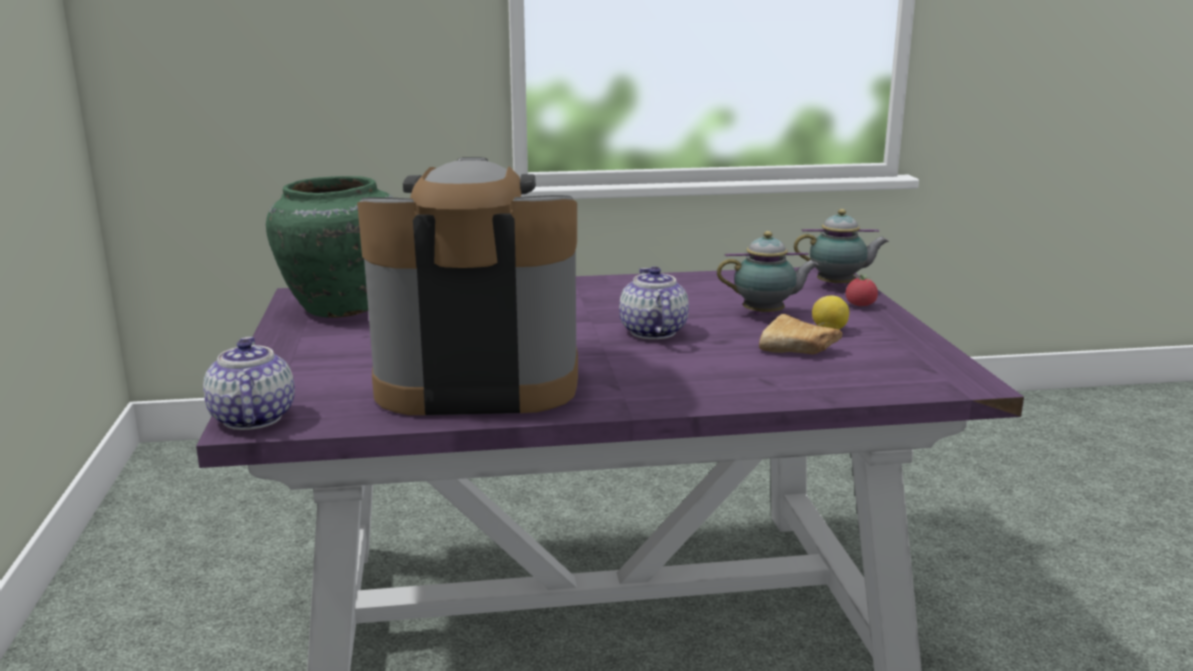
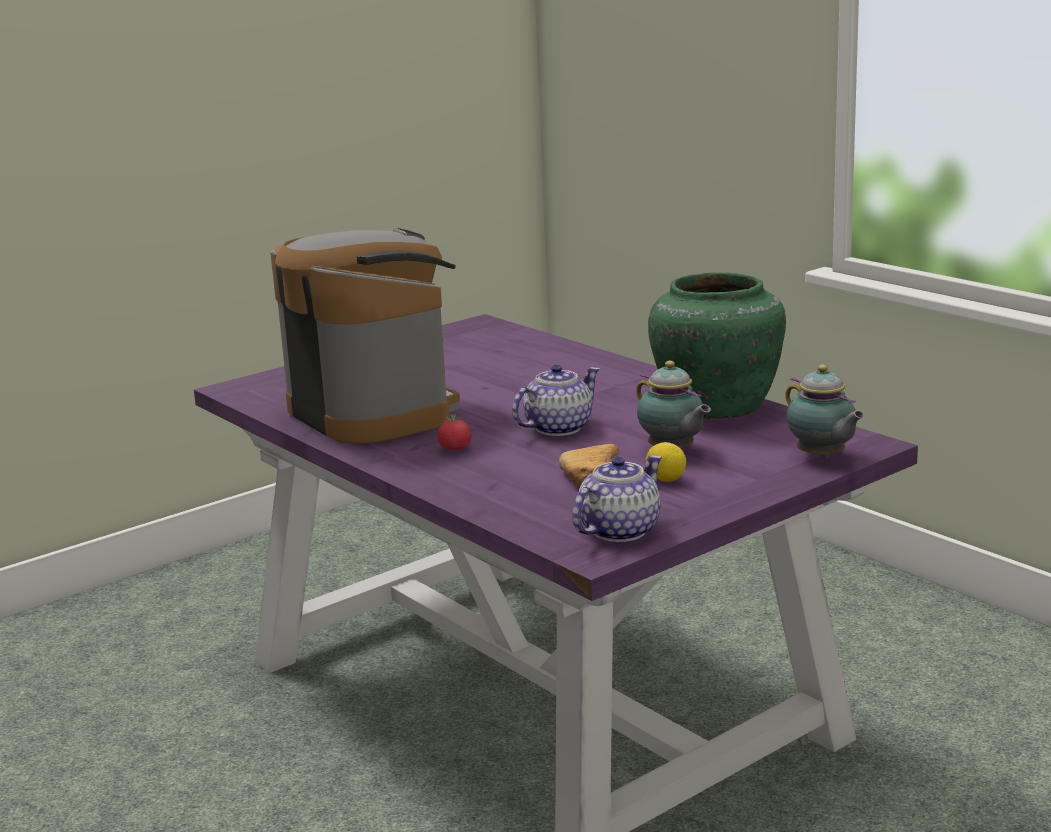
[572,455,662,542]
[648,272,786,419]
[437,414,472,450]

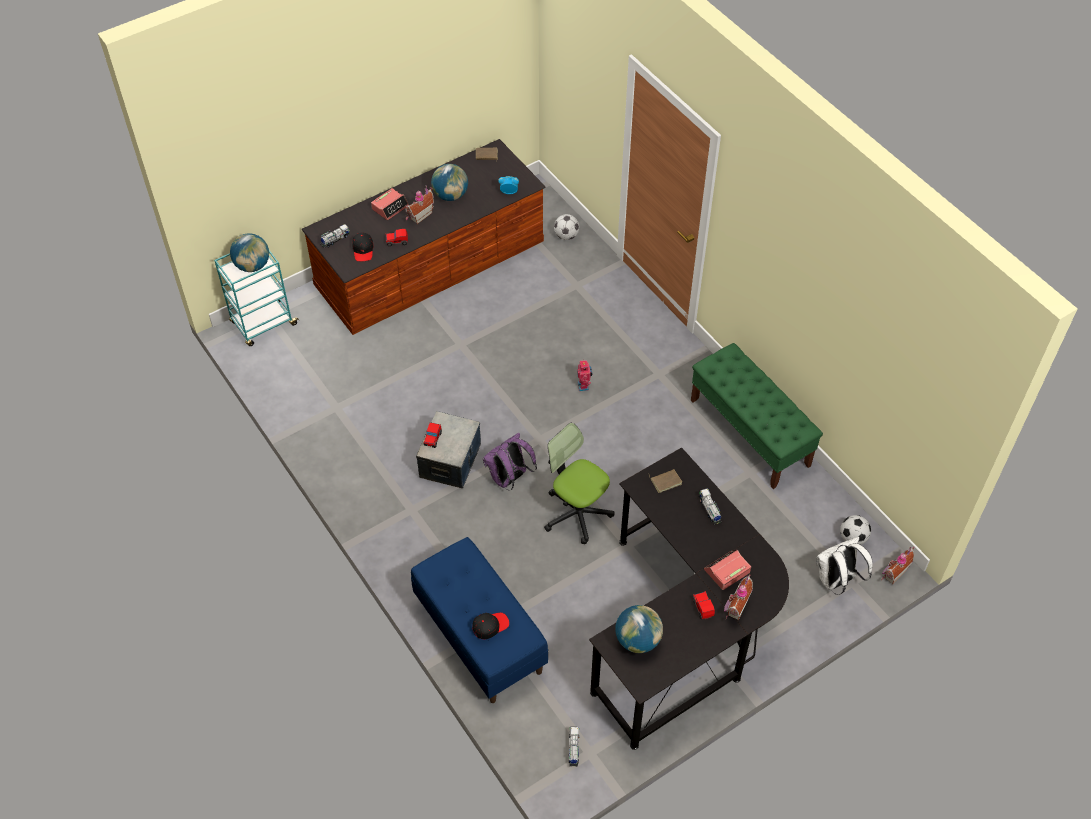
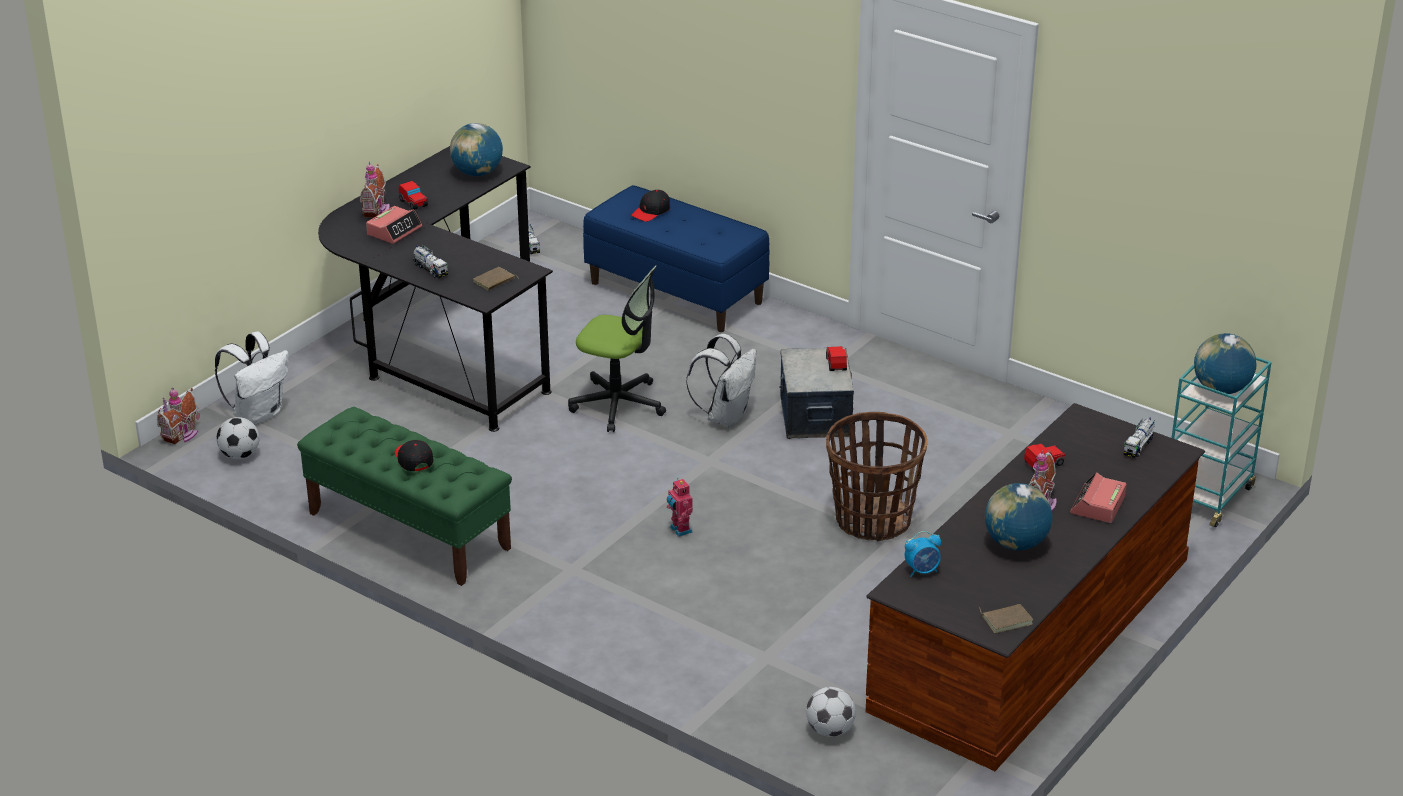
[826,412,927,541]
[395,440,434,471]
[686,334,756,427]

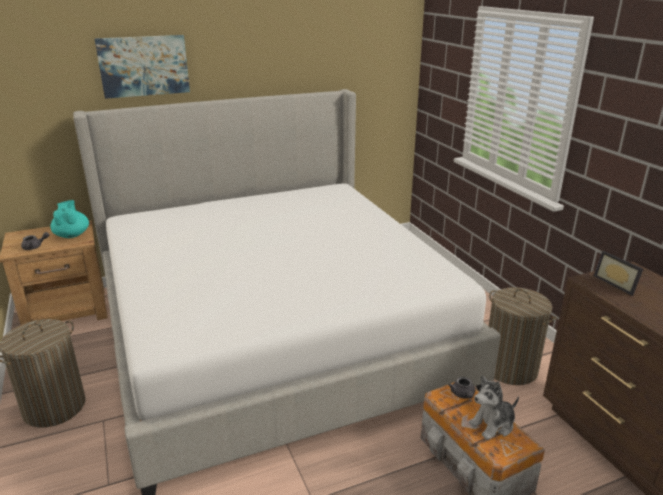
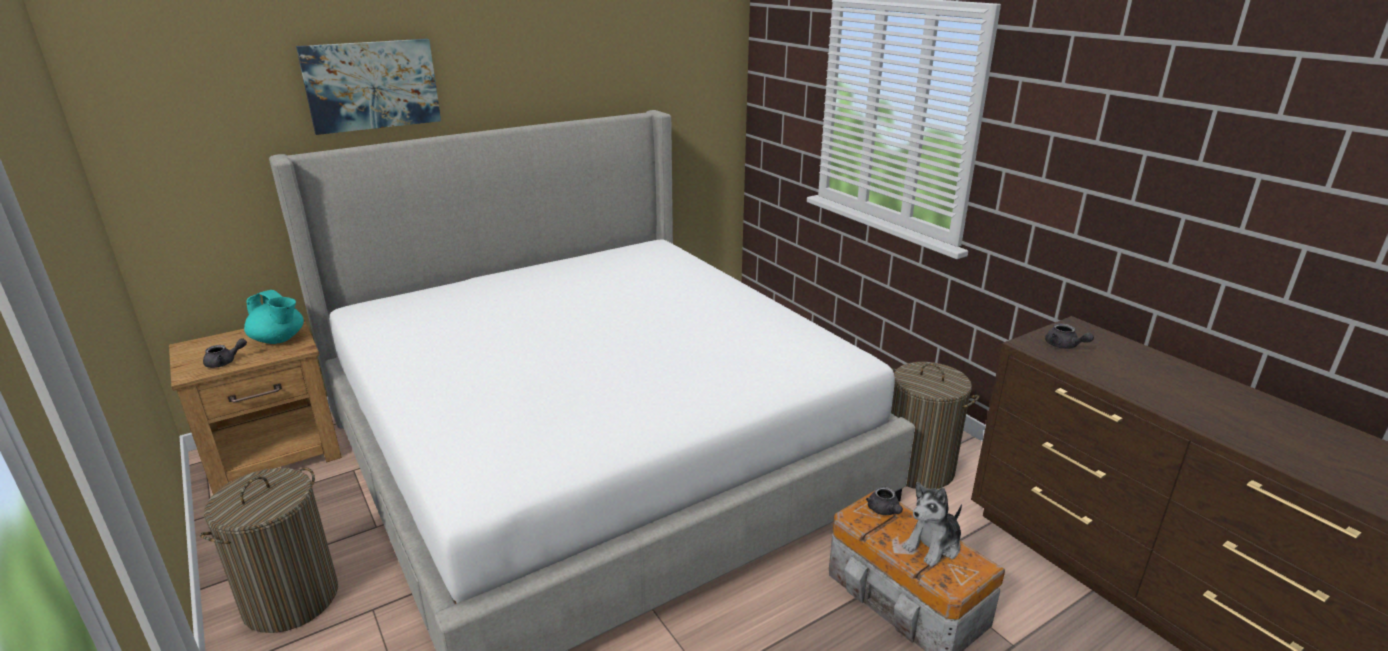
[1045,323,1094,349]
[244,290,304,344]

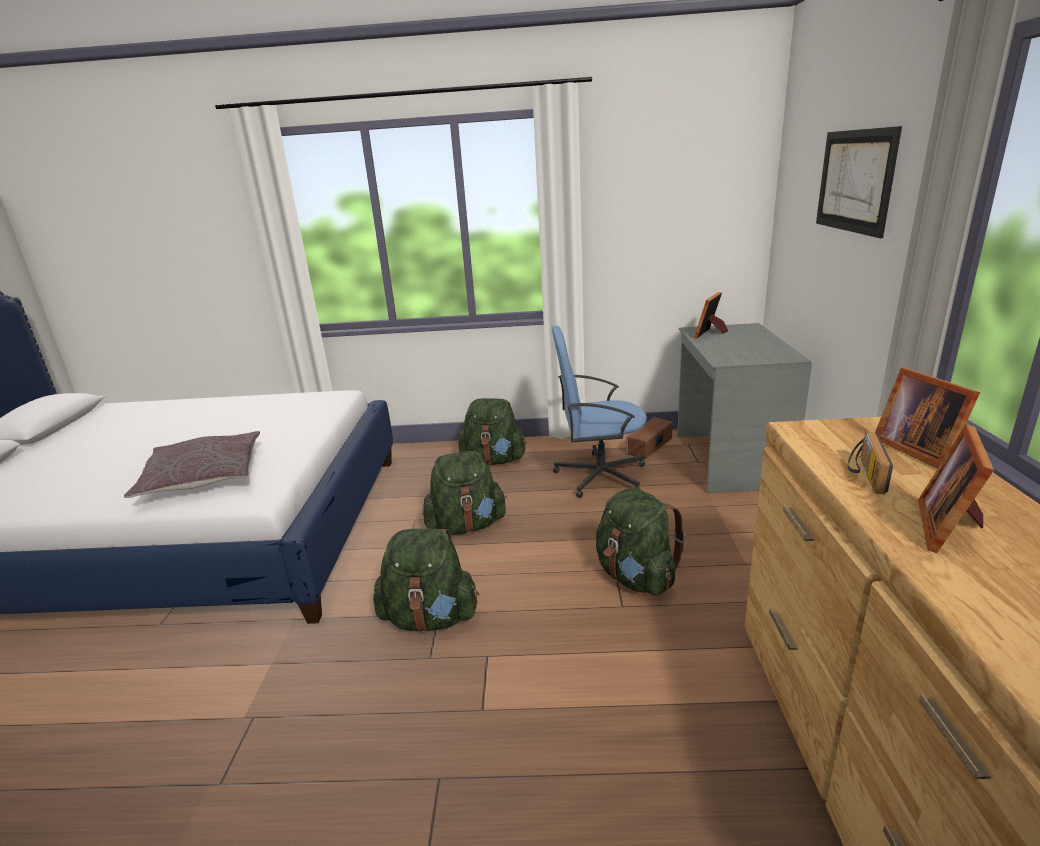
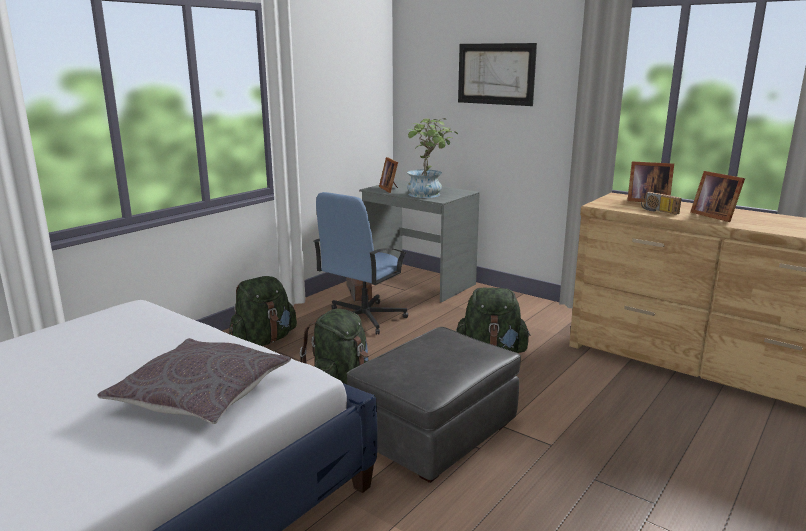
[407,118,458,198]
[346,327,521,483]

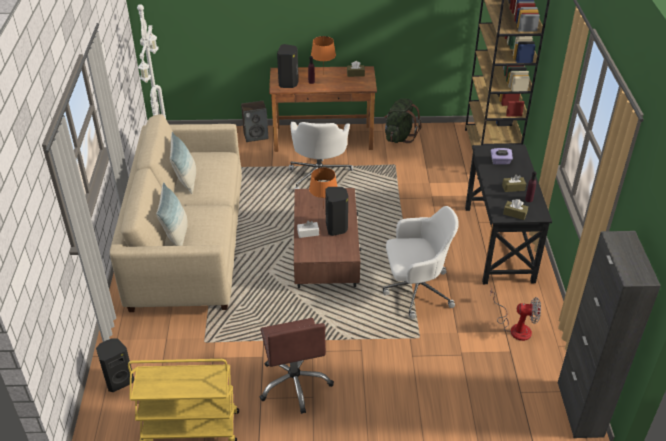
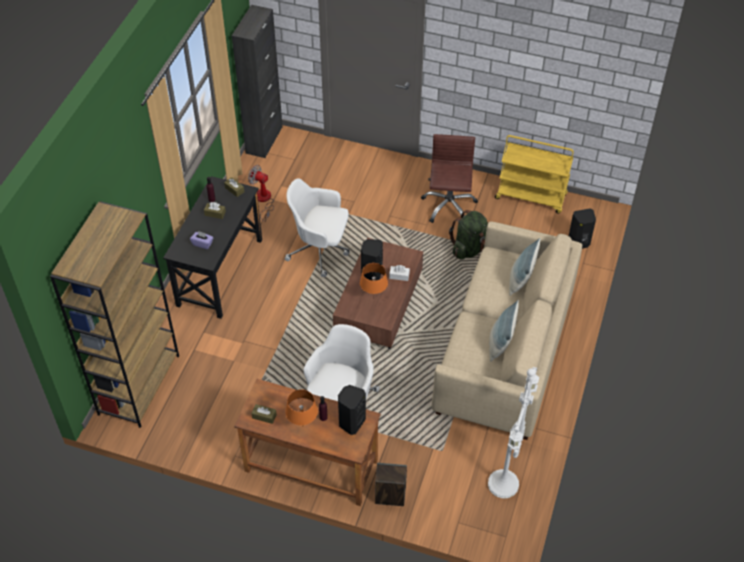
[449,210,488,260]

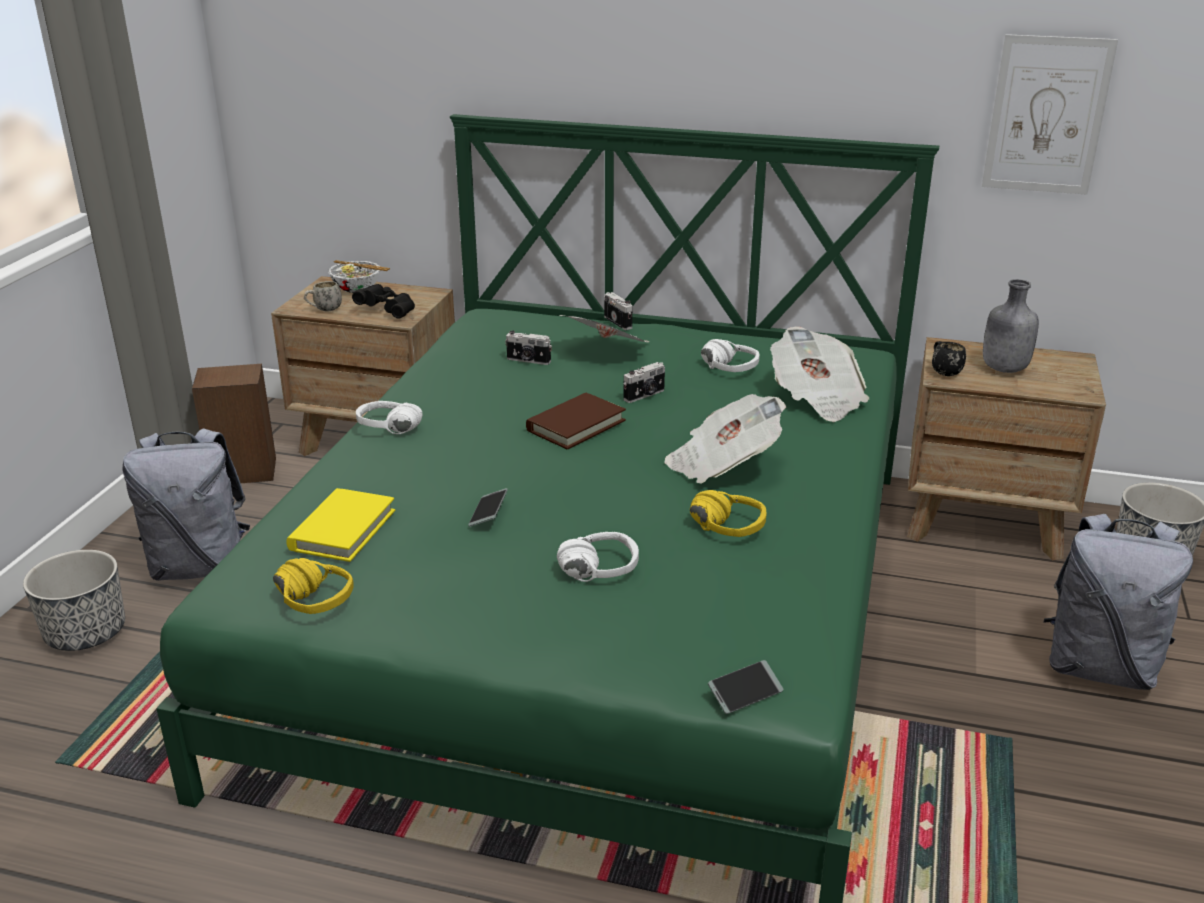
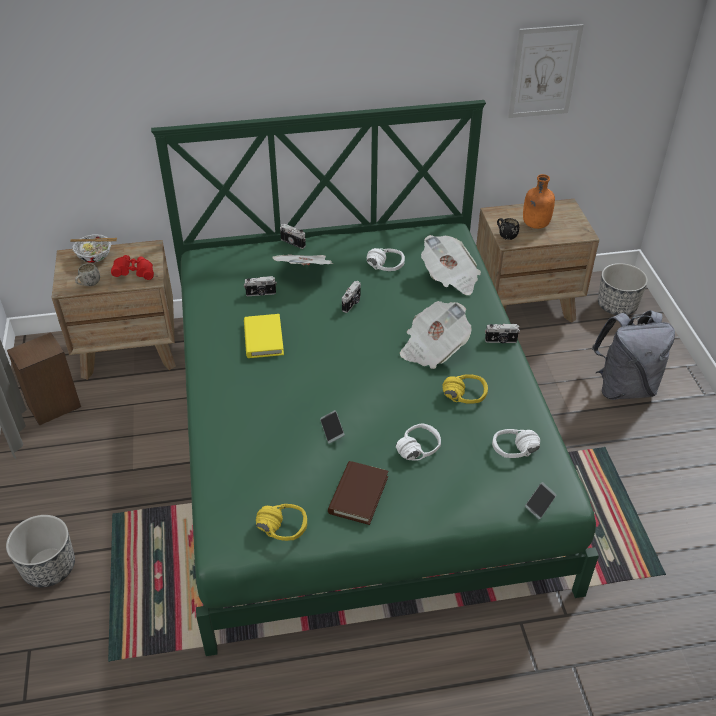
[122,428,250,581] (first image)
[485,324,520,343]
[244,314,284,358]
[492,429,540,458]
[328,461,388,525]
[111,255,154,280]
[523,174,555,229]

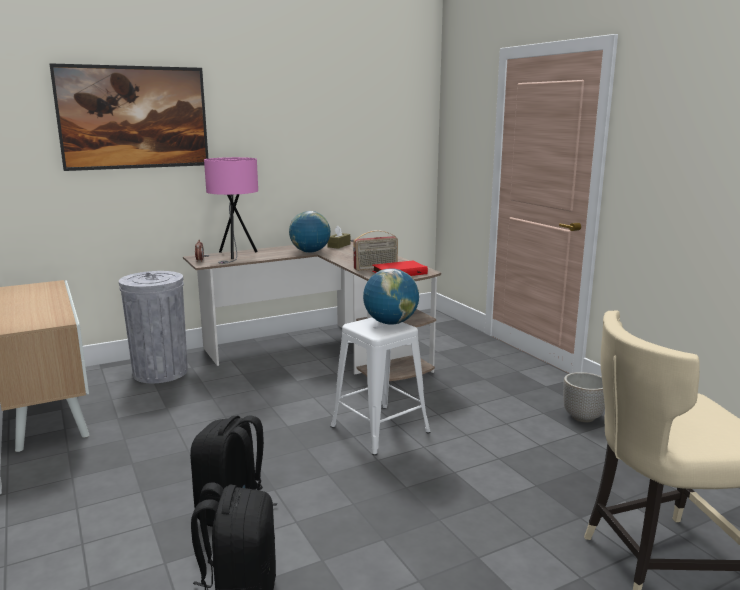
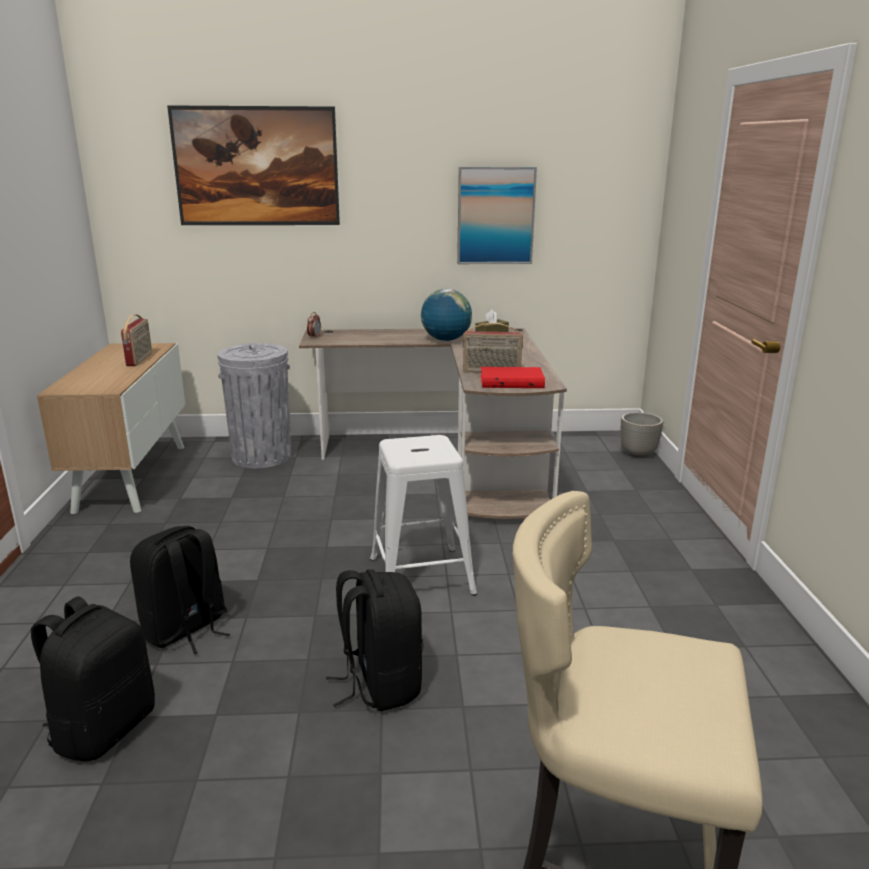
[204,157,258,264] (first image)
[363,268,419,325] (first image)
[121,314,152,366]
[326,569,423,711]
[457,167,537,264]
[620,412,663,458]

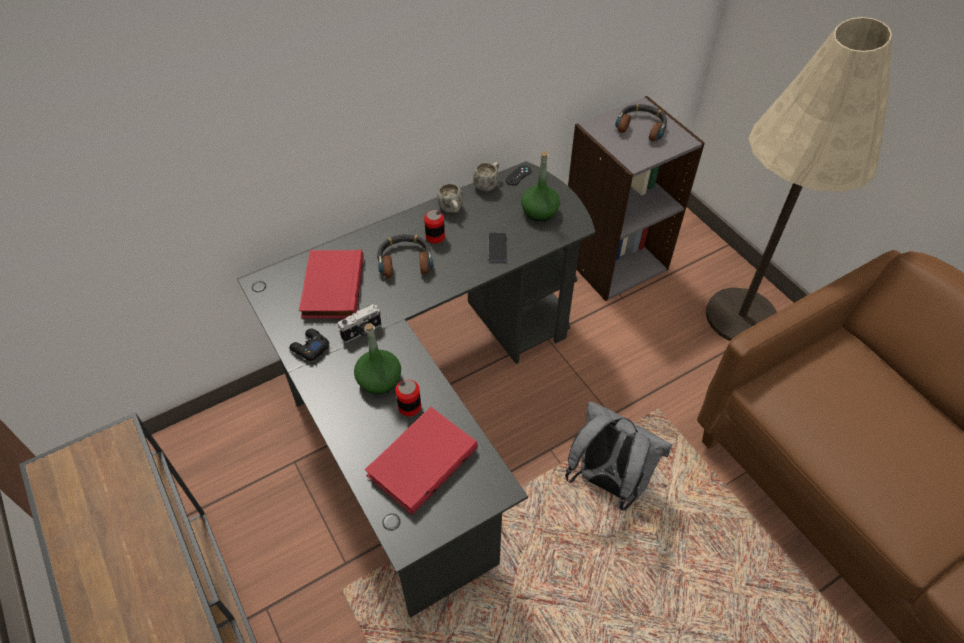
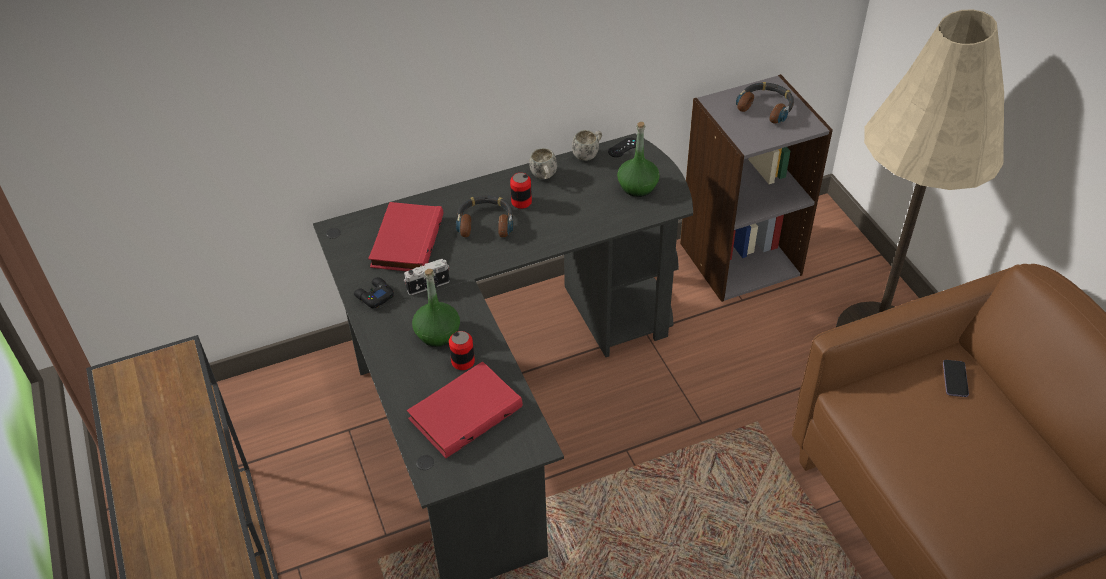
[565,401,672,511] (first image)
[943,360,969,397]

